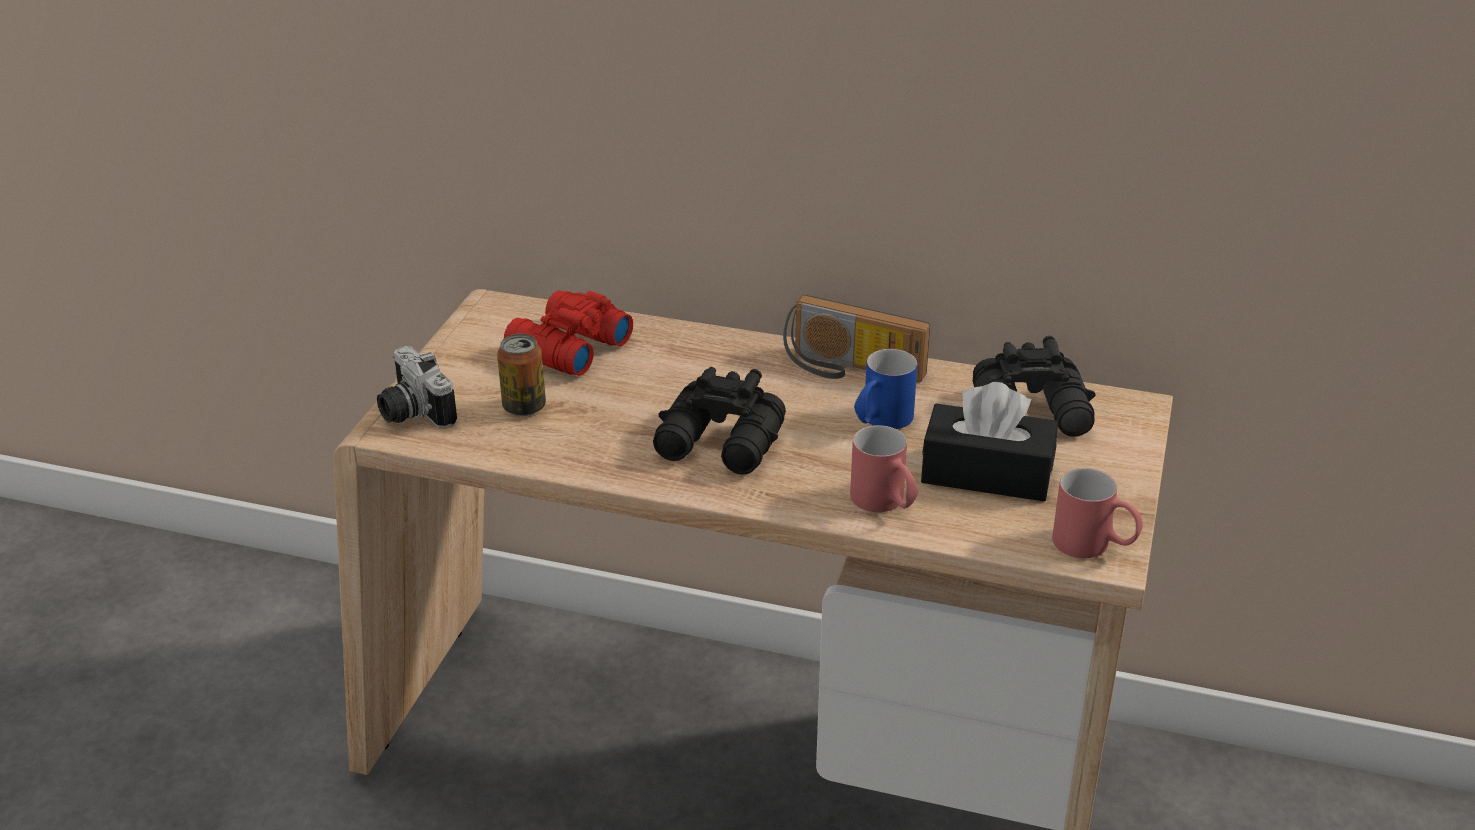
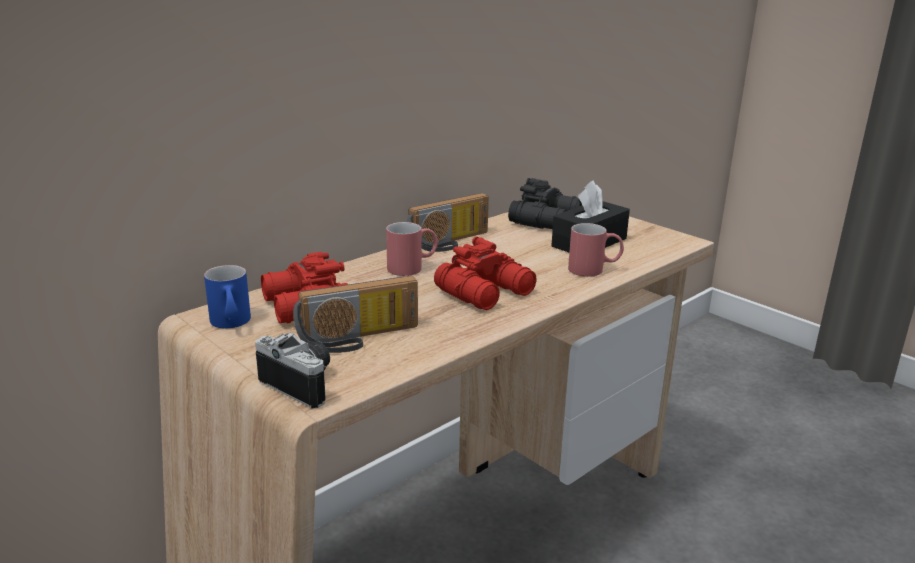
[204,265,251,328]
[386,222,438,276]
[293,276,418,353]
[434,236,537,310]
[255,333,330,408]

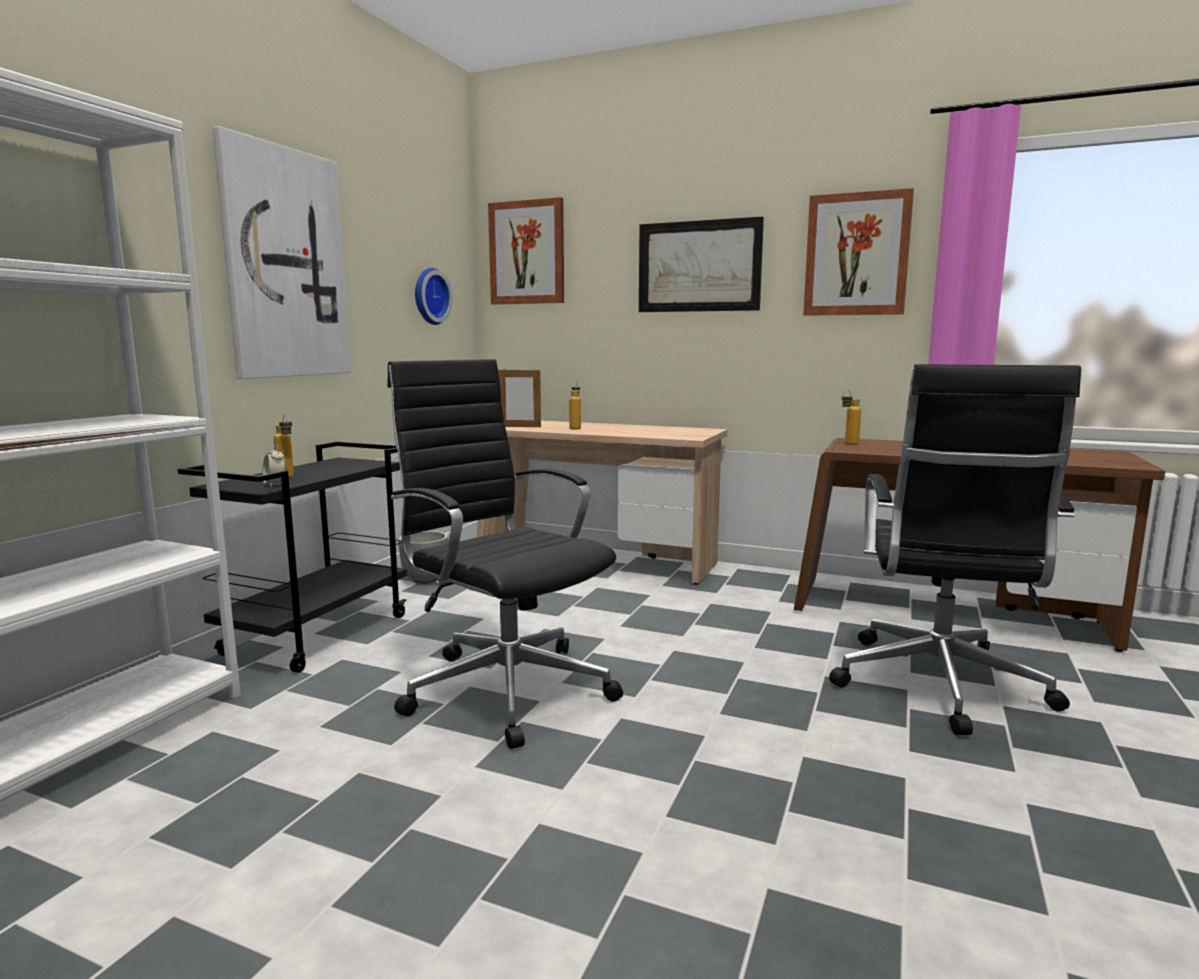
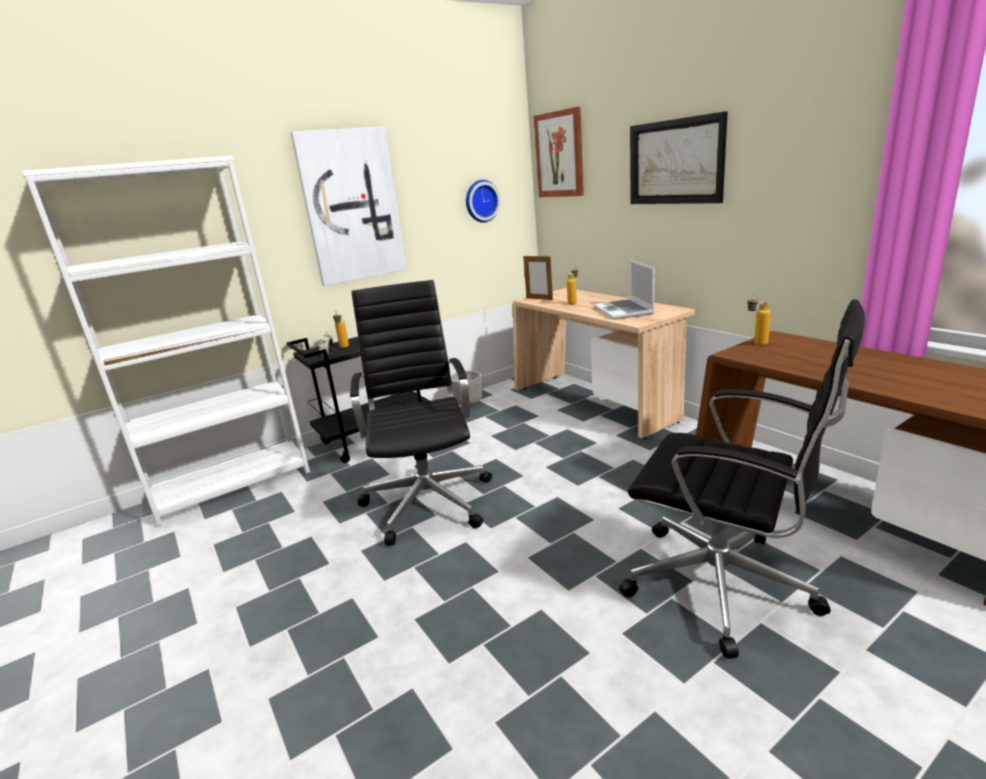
[803,188,914,316] (first image)
[594,260,655,320]
[619,299,865,659]

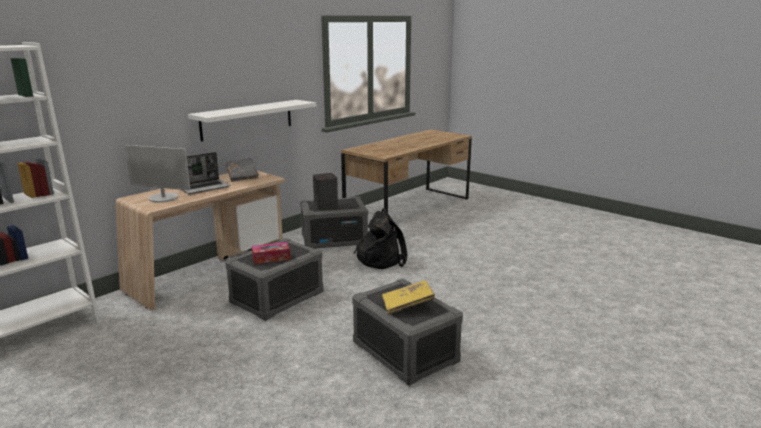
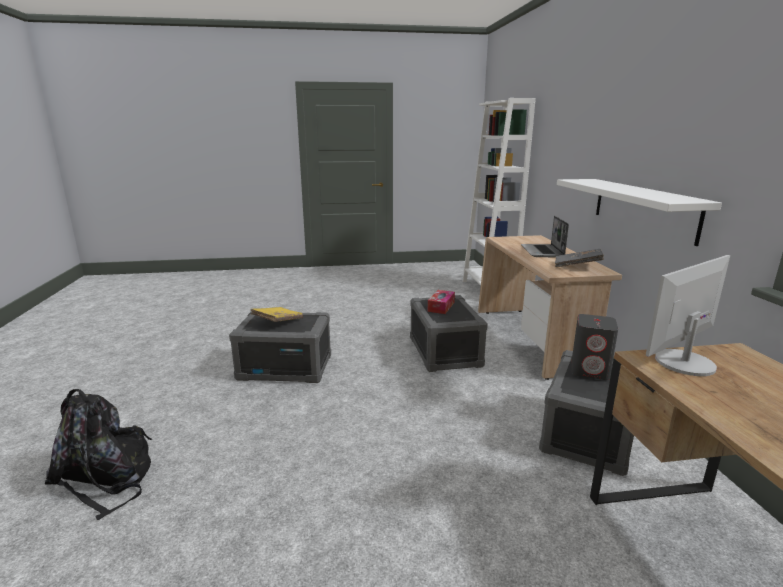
[646,255,730,376]
[45,389,152,520]

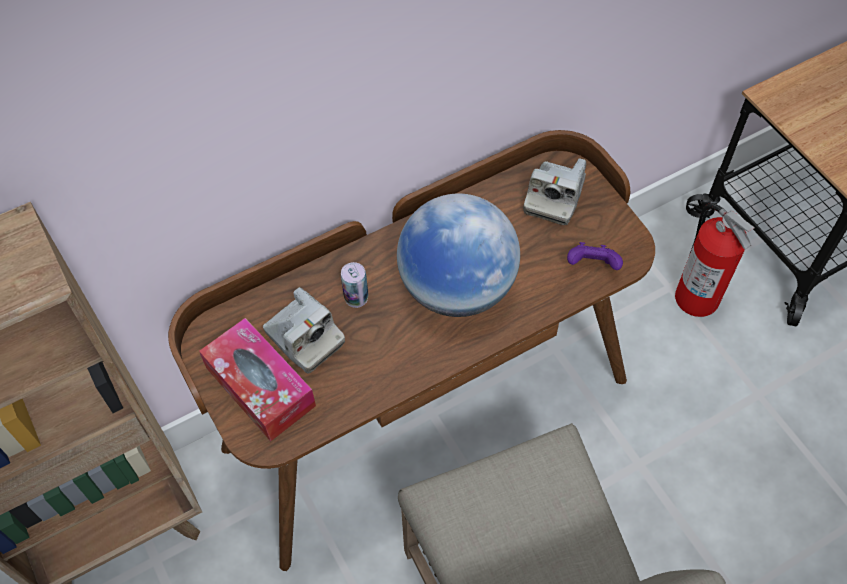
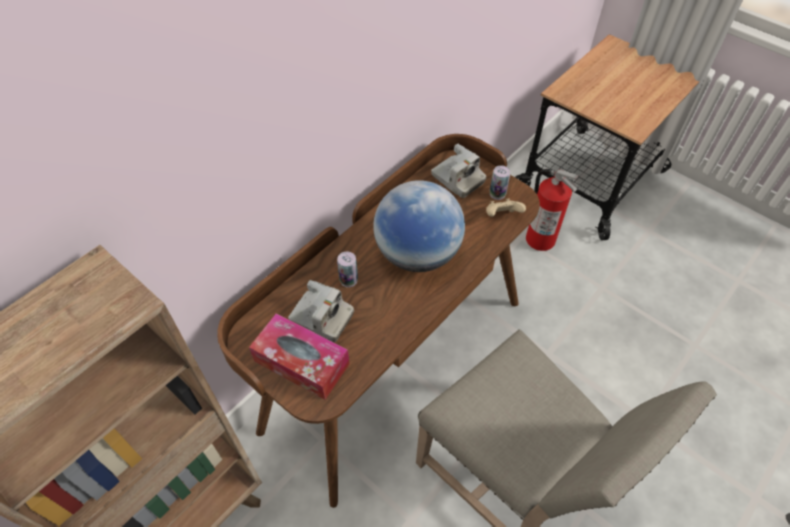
[490,165,510,200]
[486,198,526,217]
[431,144,486,198]

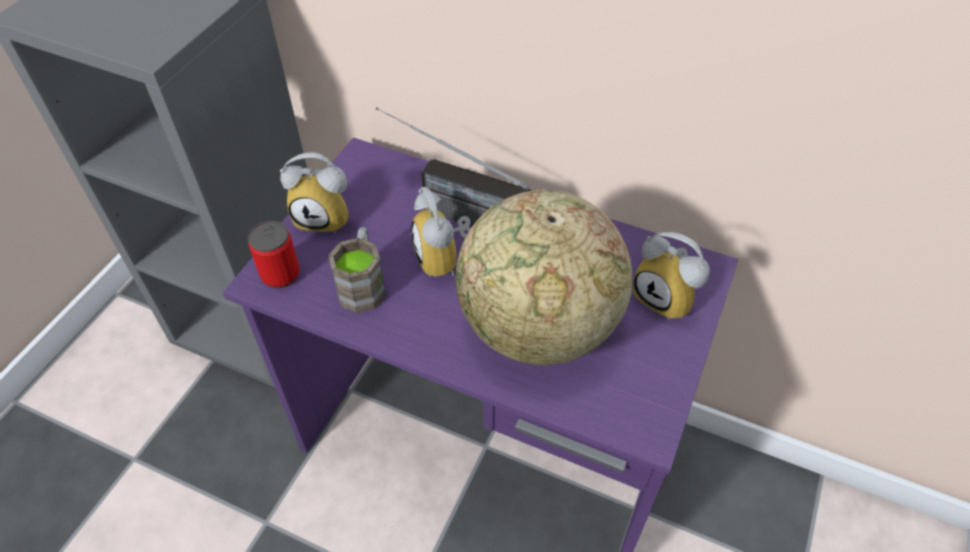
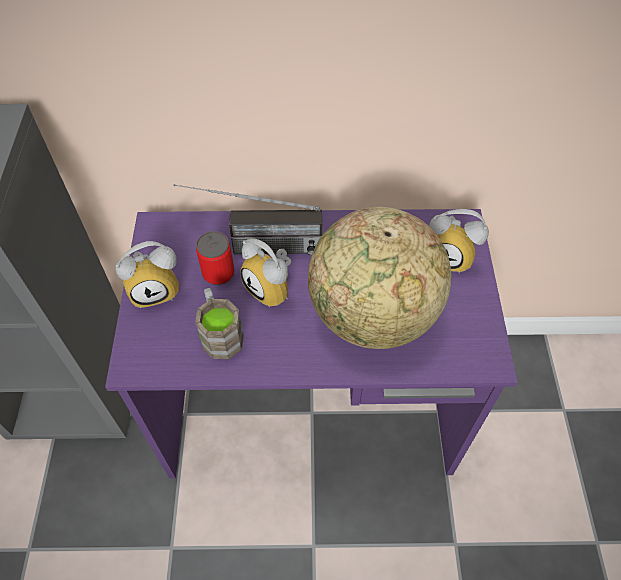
[196,231,234,285]

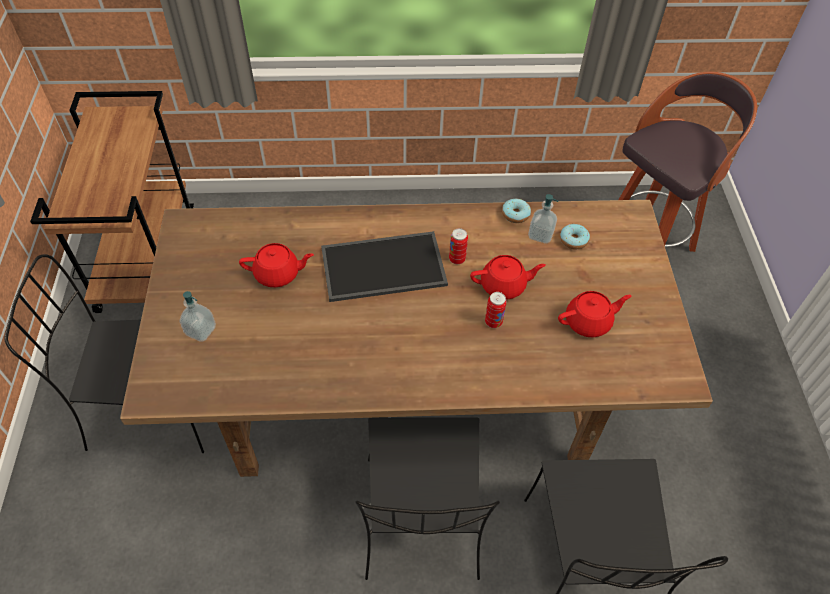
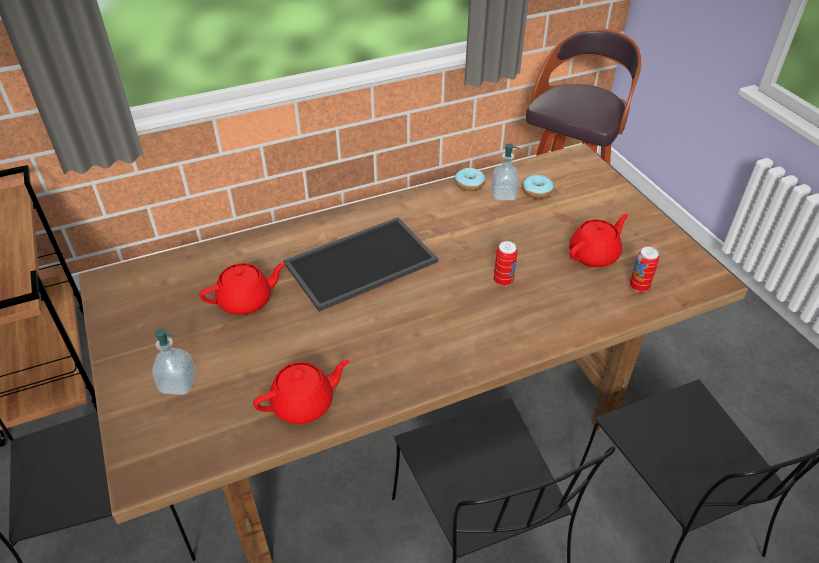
[630,247,659,292]
[253,360,349,424]

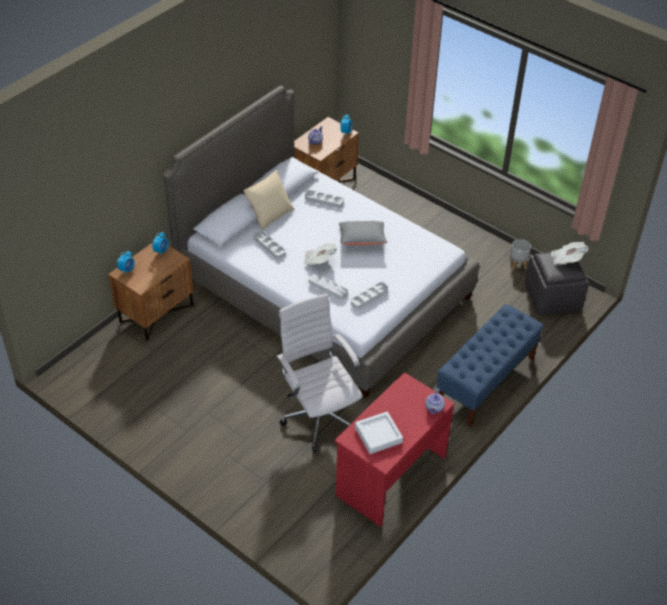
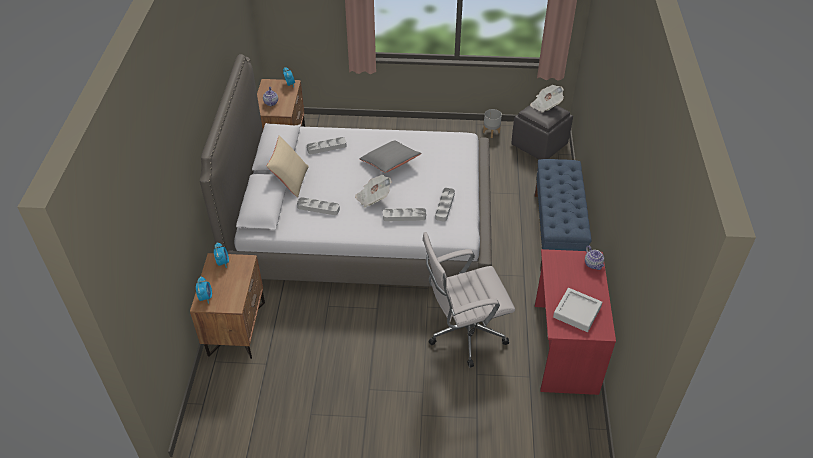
[422,232,515,368]

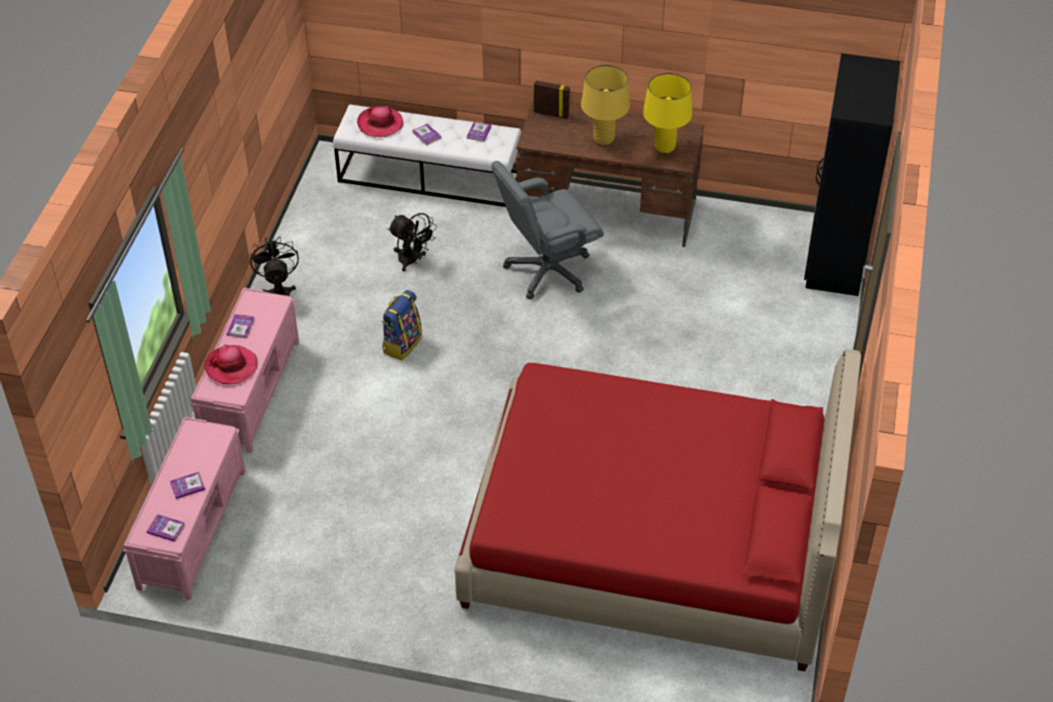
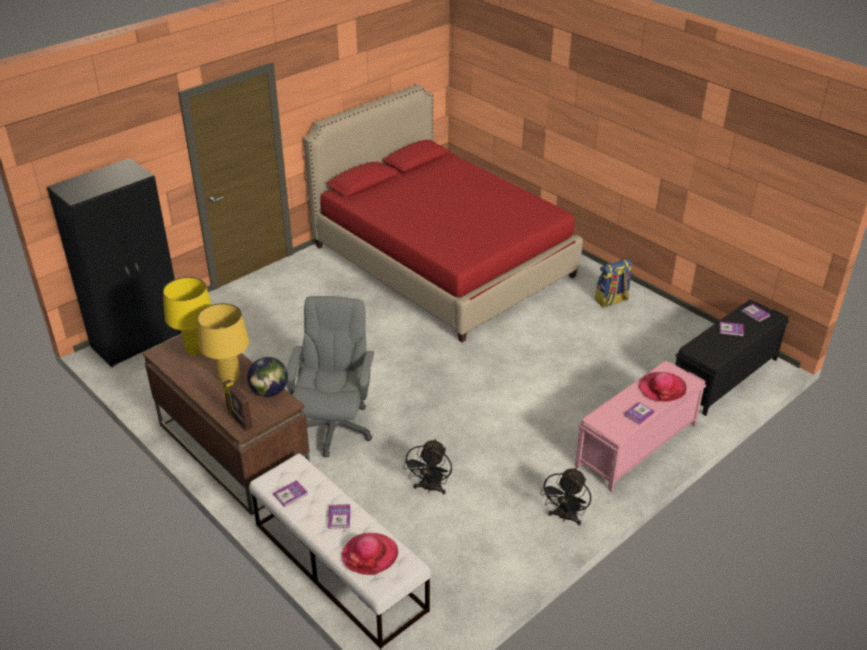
[247,357,288,397]
[595,259,632,308]
[675,300,789,416]
[403,439,452,495]
[287,296,374,457]

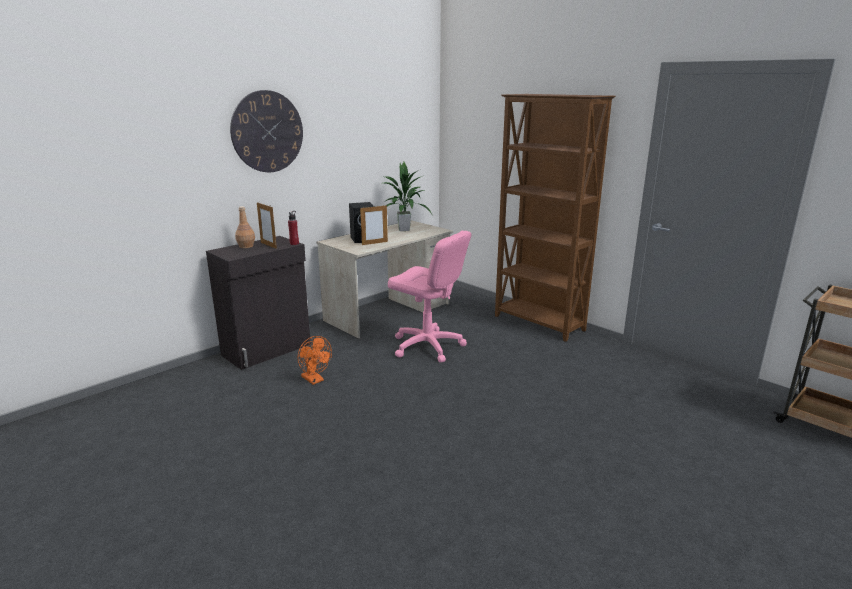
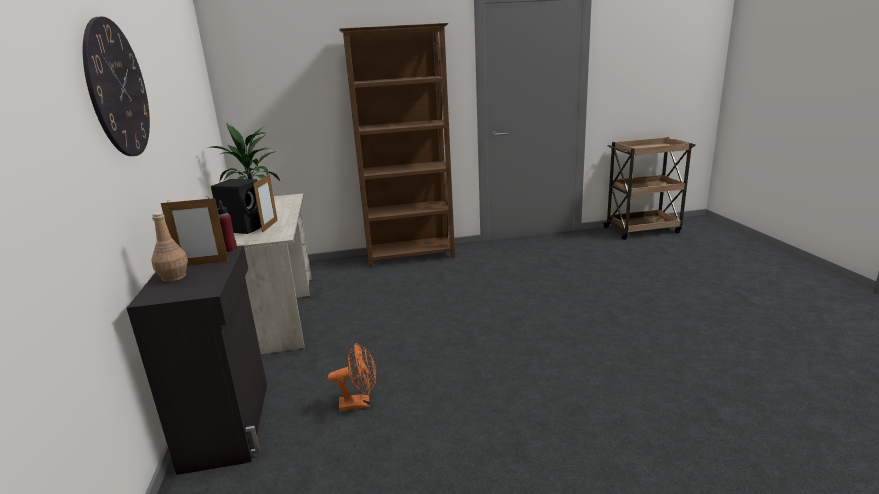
[388,231,471,362] (first image)

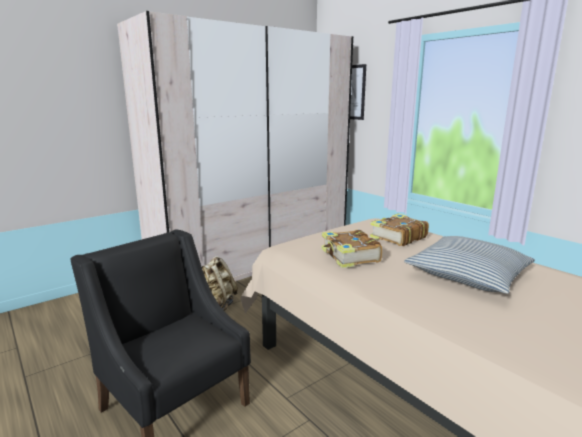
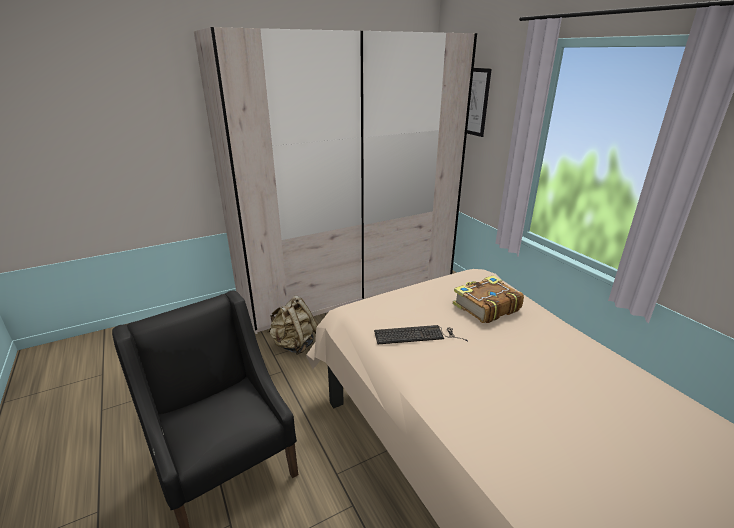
[404,236,535,294] (first image)
[374,325,468,345]

